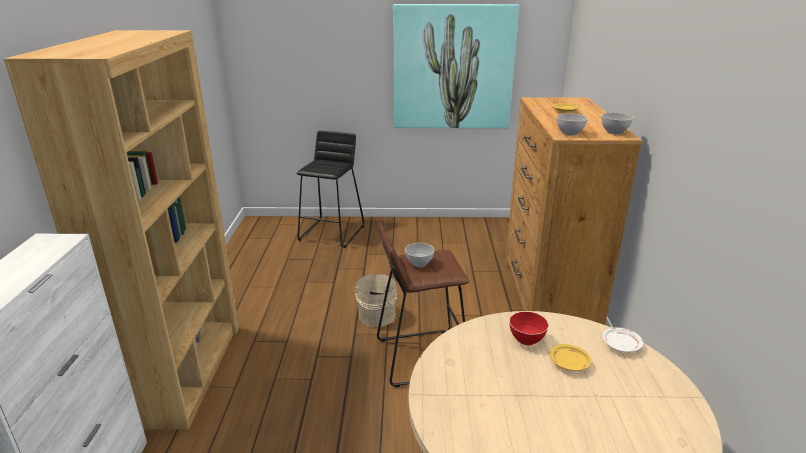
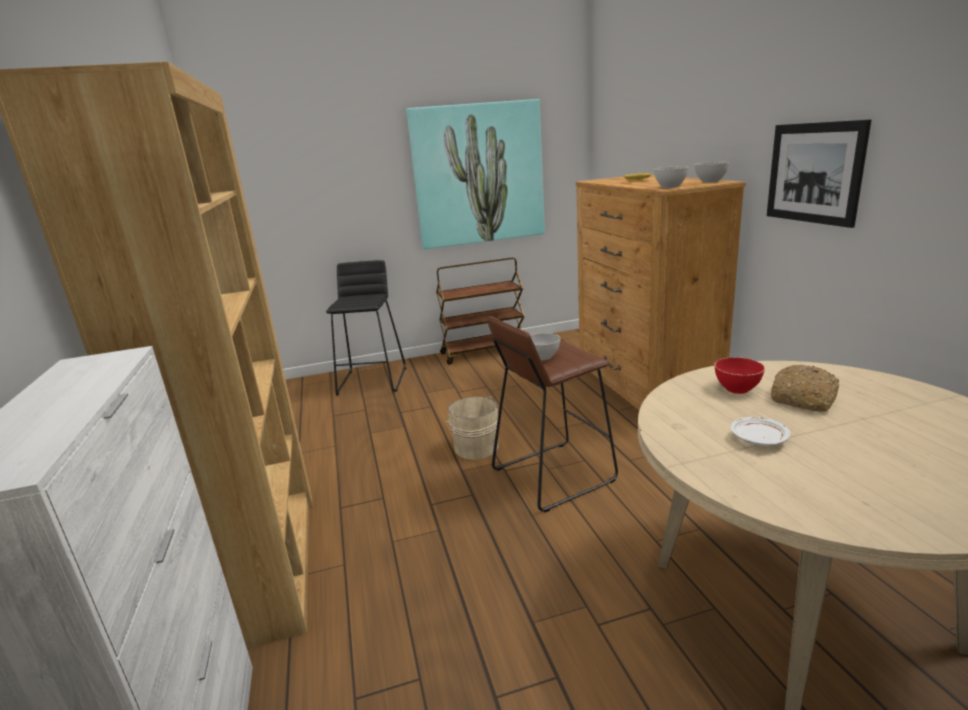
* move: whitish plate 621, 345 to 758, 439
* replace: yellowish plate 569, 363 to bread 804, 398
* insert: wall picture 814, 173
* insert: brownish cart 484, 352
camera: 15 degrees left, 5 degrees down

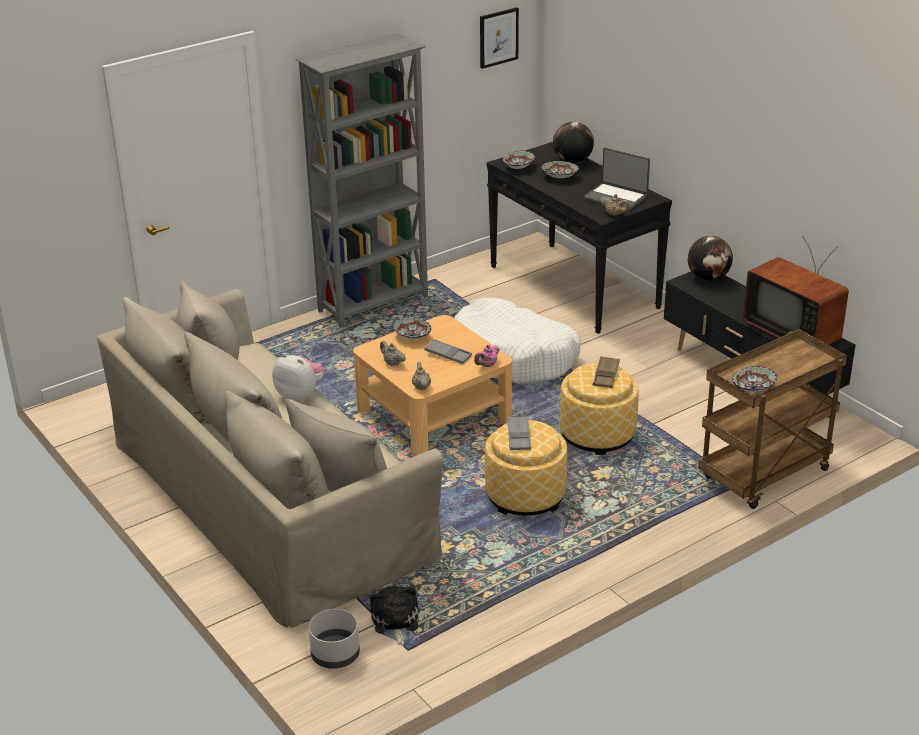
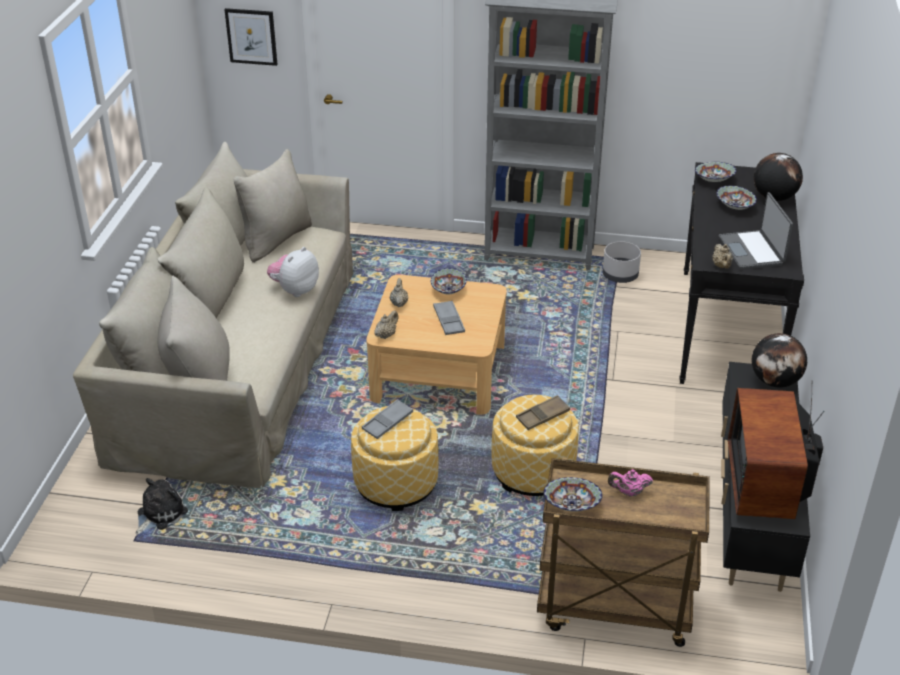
* move: wall picture 498, 37 to 251, 36
* delete: whitish dog cushion 514, 357
* move: pink-coloured tea pot 487, 365 to 629, 492
* rotate: cuddly toy 300, 395 = 295, 290 135 degrees counterclockwise
* move: grey flower pot 335, 655 to 619, 275
camera: 45 degrees right, 5 degrees up

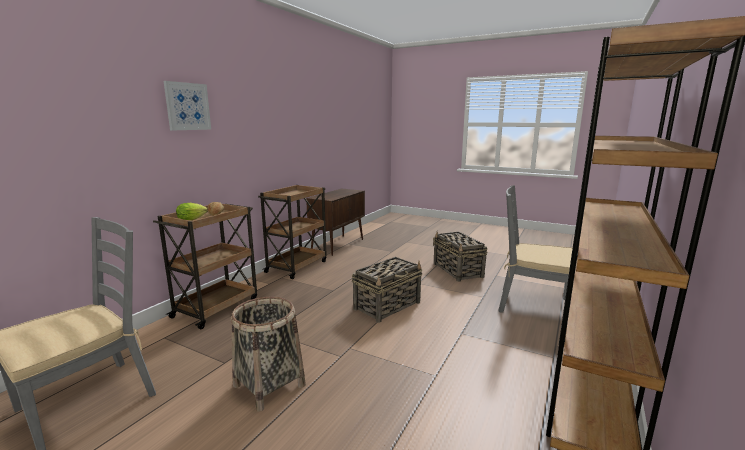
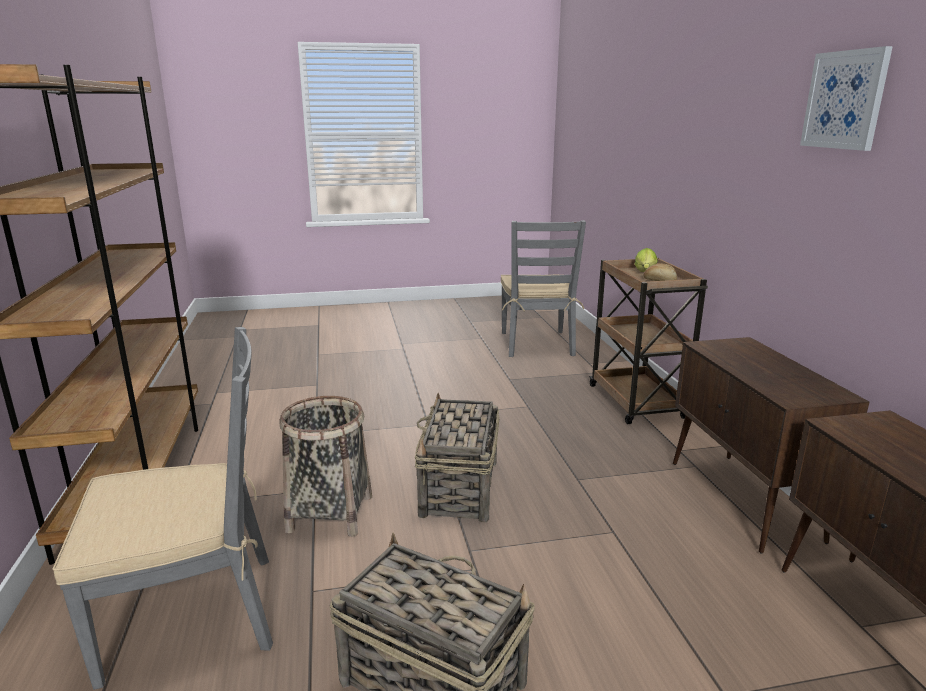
* move: wall picture 187, 106 to 845, 100
* replace: brownish cart 297, 266 to brownish cabinet 744, 501
* move: storage basket 269, 385 to 330, 513
camera: 140 degrees right, 5 degrees up

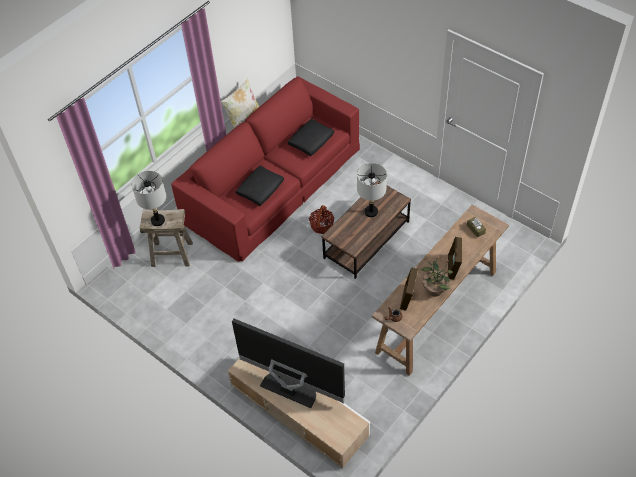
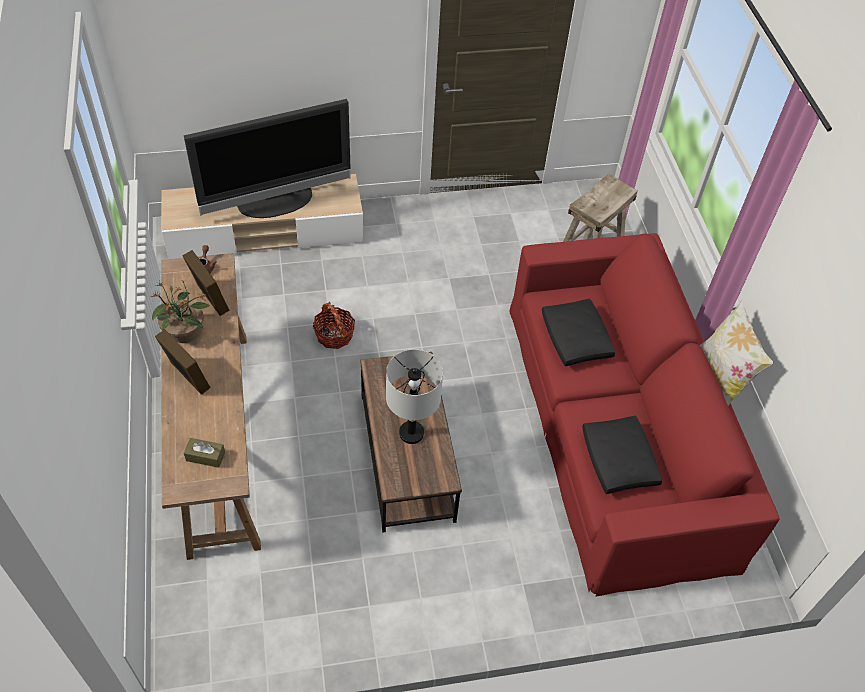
* delete: grey lamp for a table 158, 221
* move: storage basket 321, 225 to 334, 335
camera: 125 degrees right, 0 degrees up

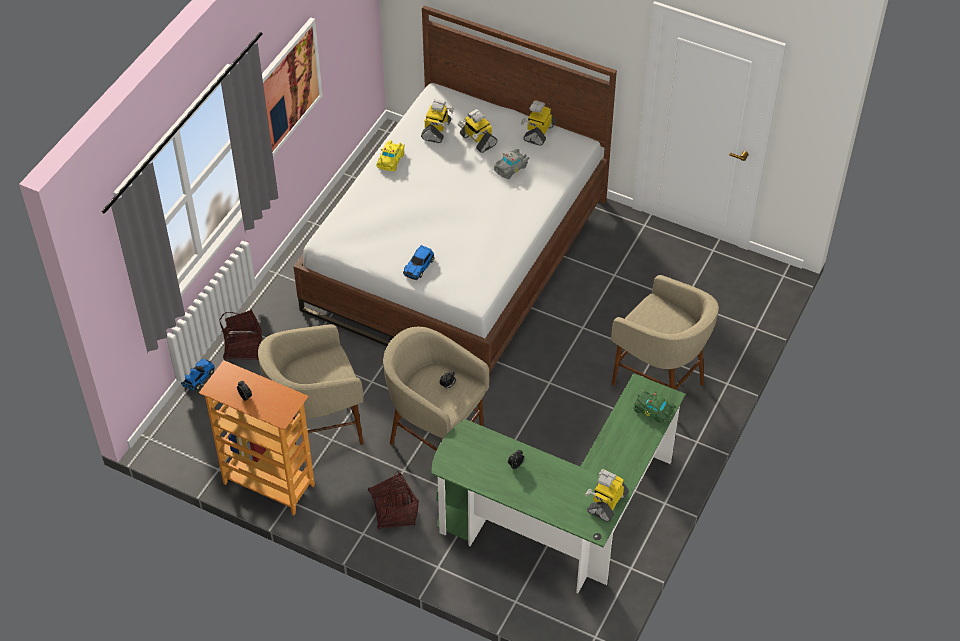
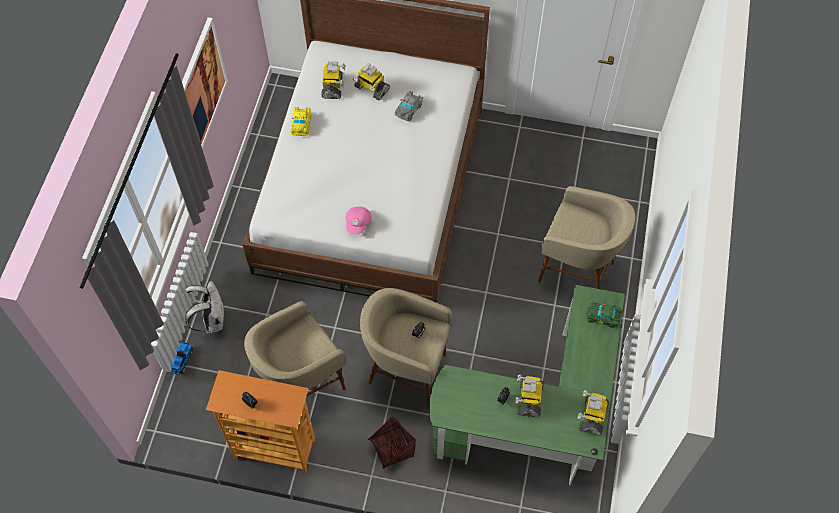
* move: robot figure 538, 132 to 529, 399
* replace: model car 419, 266 to pink-coloured baseball cap 358, 223
* replace: storage basket 242, 346 to whitish backpack 211, 320
camera: 15 degrees left, 10 degrees up

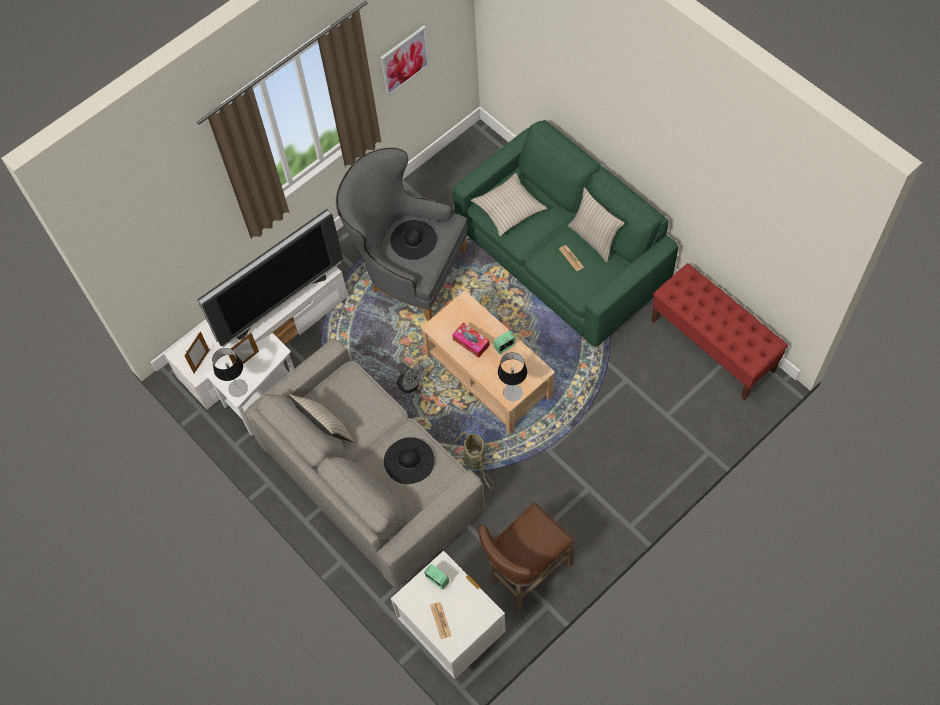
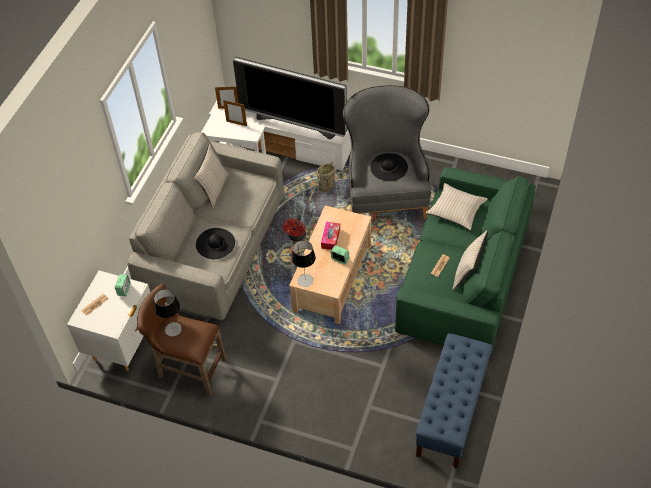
* delete: wall picture 404, 60
* recolor: red long seat 713, 345 to blue long seat 451, 413
* move: lamp for a table 238, 388 to 173, 329
* recolor: grey electric fan 411, 385 to red electric fan 296, 237
* move: storage basket 475, 461 to 325, 188
camera: 60 degrees right, 10 degrees down

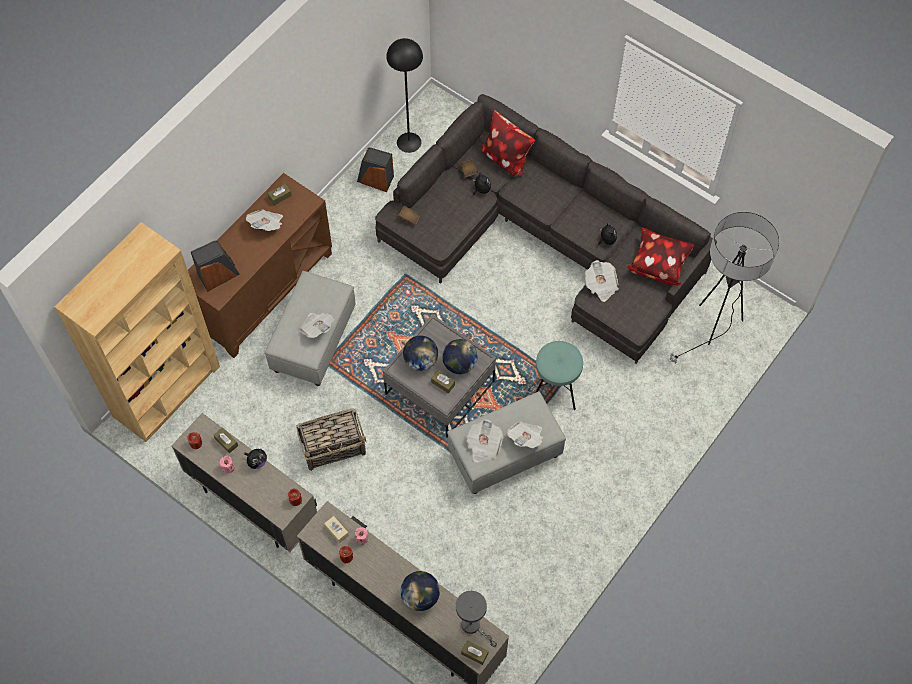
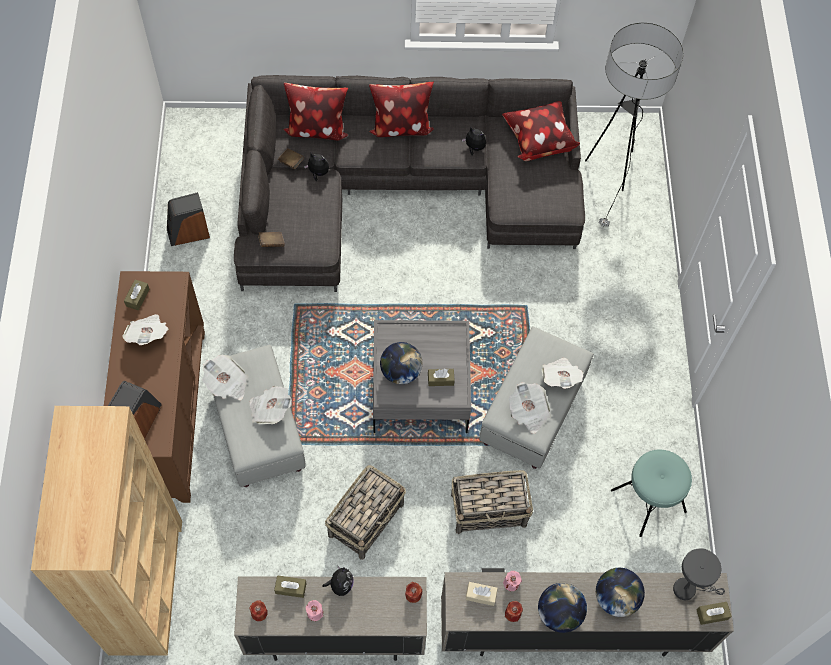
* delete: black floor lamp 409, 142
* move: printed paper 601, 286 to 227, 384
* move: globe 459, 364 to 559, 613
* move: turquoise-coloured sitting stool 556, 386 to 648, 501
* insert: throw pillow 400, 126
* insert: storage basket 489, 510
camera: 40 degrees left, 0 degrees up

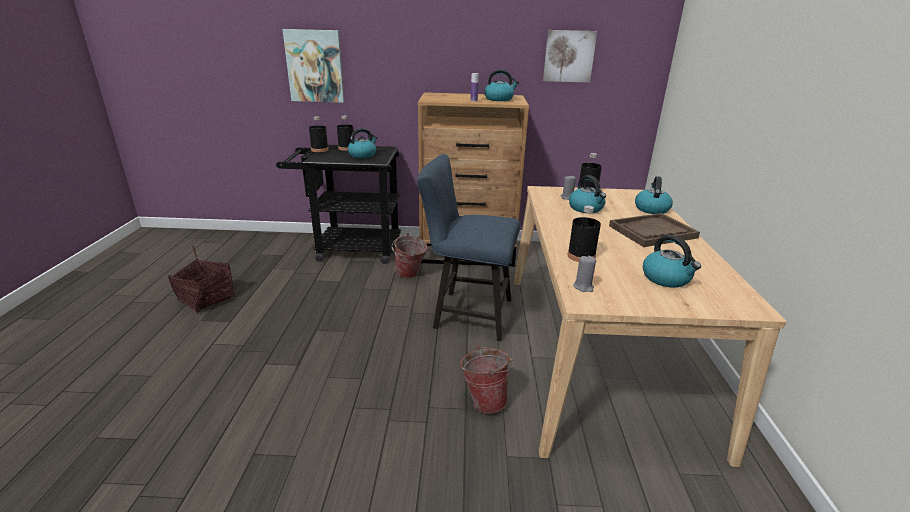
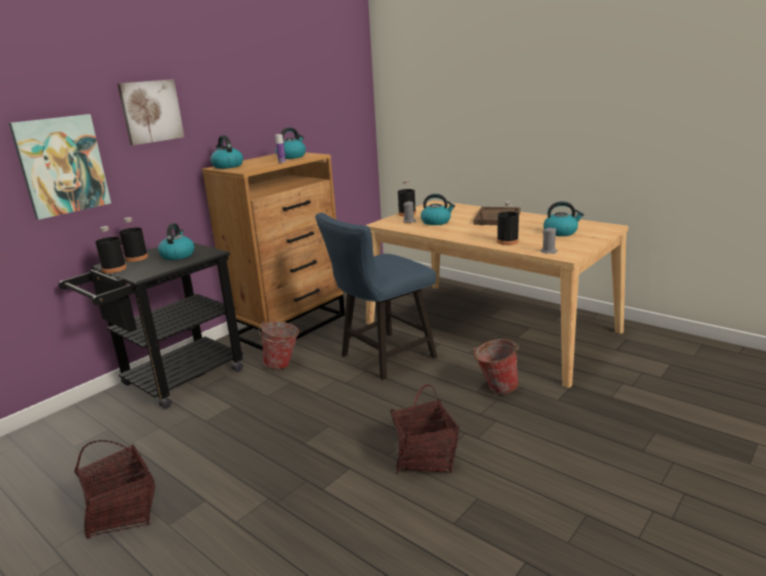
* move: wall picture 568, 56 to 151, 111
* move: water kettle 651, 209 to 227, 166
* insert: storage basket 425, 457
camera: 50 degrees left, 5 degrees down

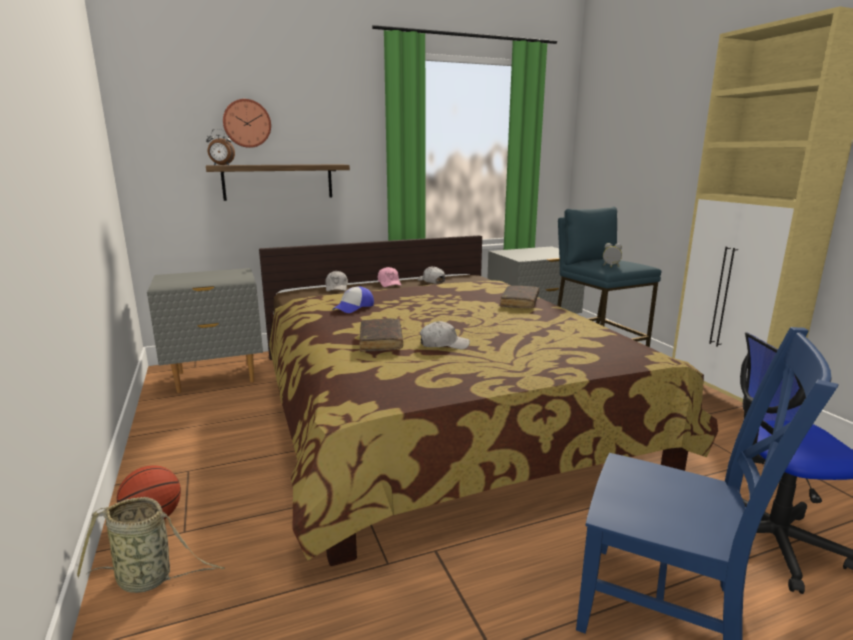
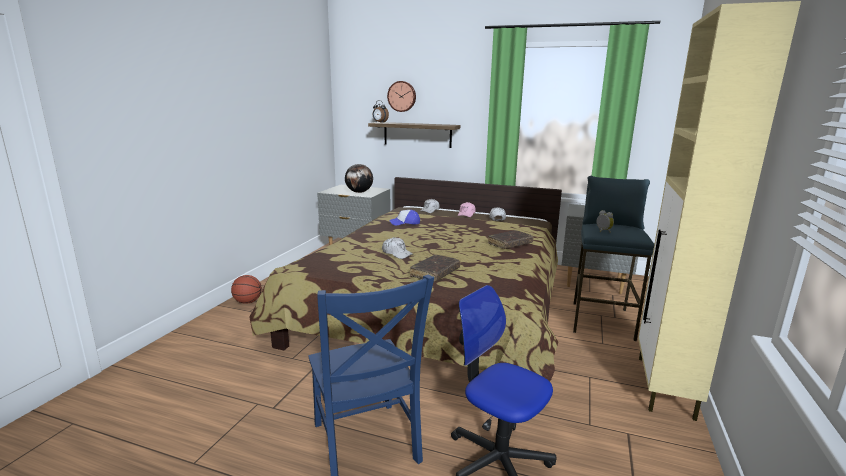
* move: brownish volume 381, 341 to 435, 273
* delete: storage basket 149, 579
* insert: globe 359, 192
camera: 40 degrees right, 0 degrees up

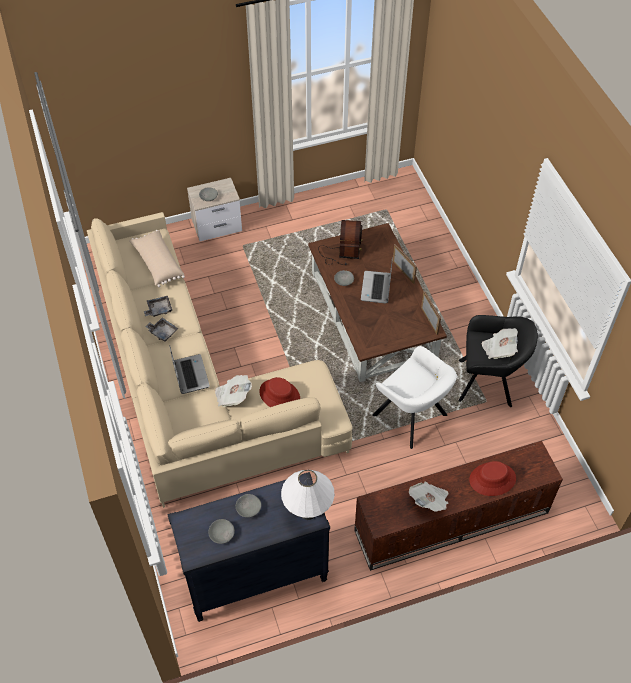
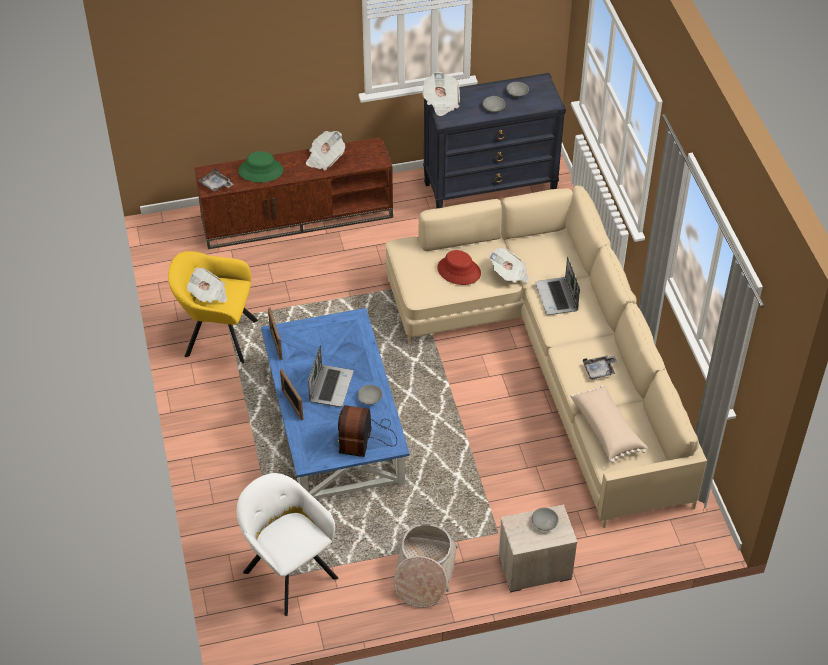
* recolor: brownish coffee table 371, 315 to blue coffee table 336, 423
* recolor: black armchair 488, 383 to yellowish armchair 217, 336
* move: grey carrying tray 162, 332 to 216, 185
* move: whitish armchair 412, 418 to 288, 571
* recolor: red hat 492, 479 to green-coloured hat 260, 170
* replace: whitish lamp for a table 308, 512 to printed paper 441, 102
* insert: storage basket 424, 573
camera: 175 degrees left, 5 degrees down

